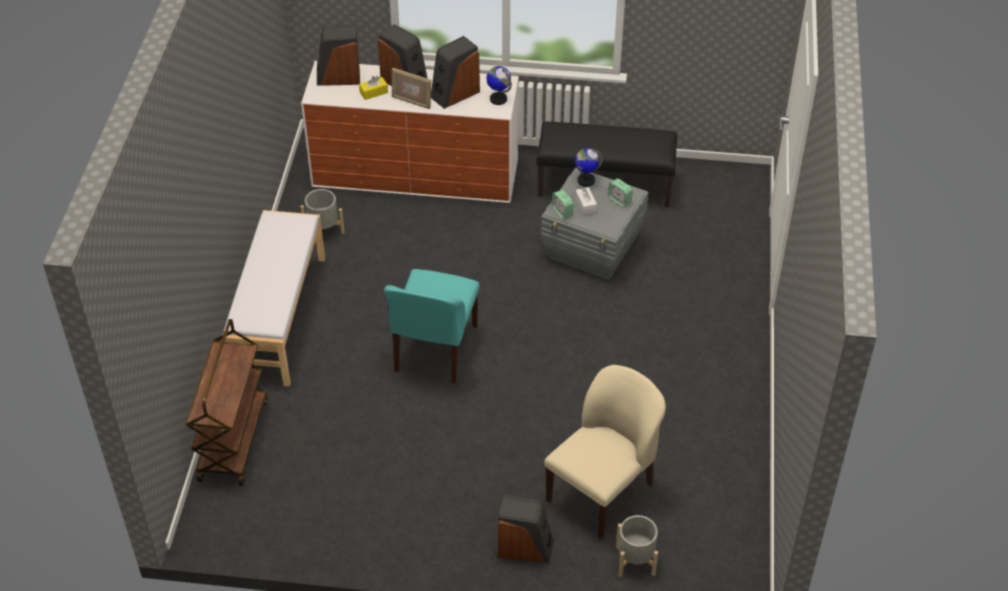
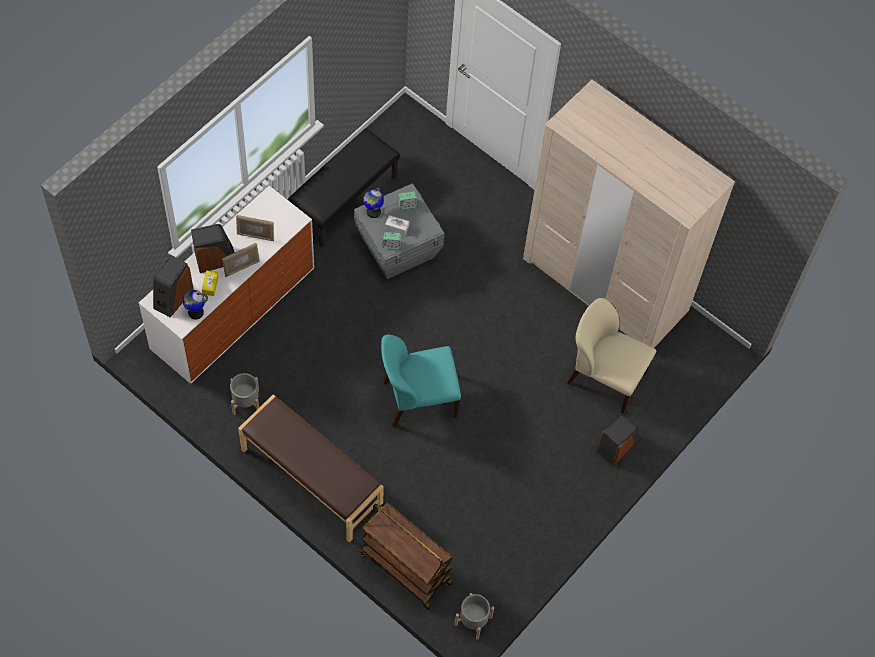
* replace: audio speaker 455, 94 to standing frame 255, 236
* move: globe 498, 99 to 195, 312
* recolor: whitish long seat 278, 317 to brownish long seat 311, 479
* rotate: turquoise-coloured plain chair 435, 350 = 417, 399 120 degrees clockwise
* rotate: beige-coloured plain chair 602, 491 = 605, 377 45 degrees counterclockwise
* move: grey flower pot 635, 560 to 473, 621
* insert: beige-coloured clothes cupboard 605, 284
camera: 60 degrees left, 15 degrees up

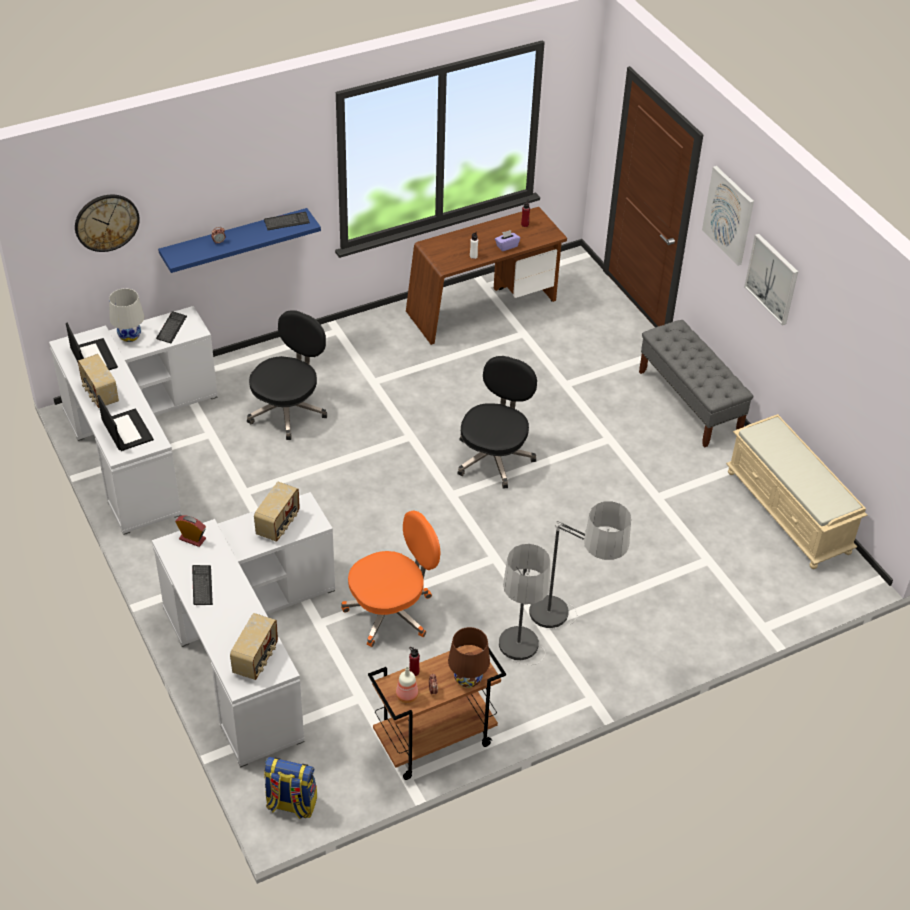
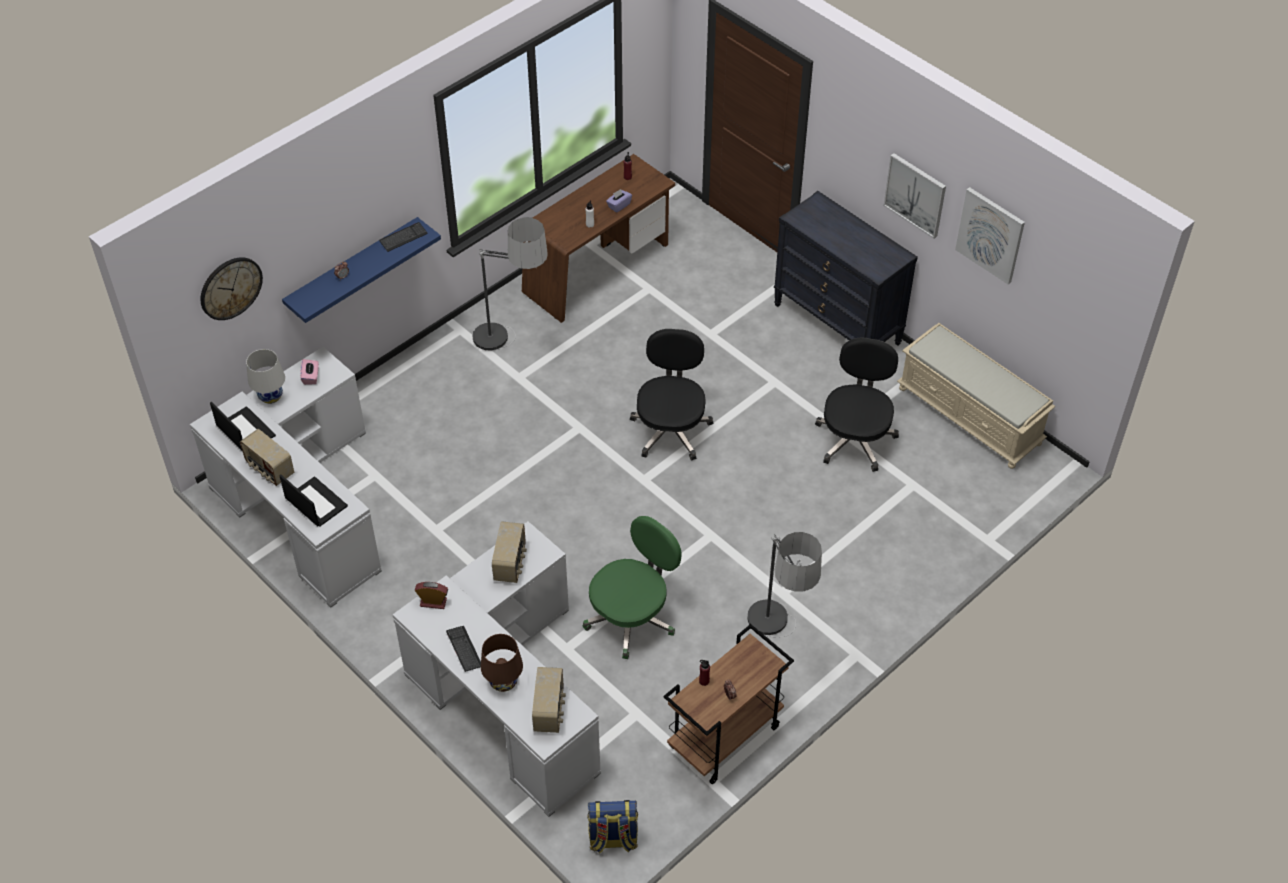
* move: wall picture 729, 215 to 990, 235
* move: black office chair 288, 410 to 855, 438
* replace: keyboard 171, 328 to pink-coloured box of tissues 311, 377
* replace: grey long seat 690, 402 to black drawer chest 837, 324
* move: floor lamp 569, 634 to 513, 351
* recolor: orangey office chair 391, 612 to green-coloured office chair 632, 618
* move: brownish lamp for a table 467, 679 to 503, 682
* delete: bottle 406, 695
camera: 15 degrees left, 5 degrees up

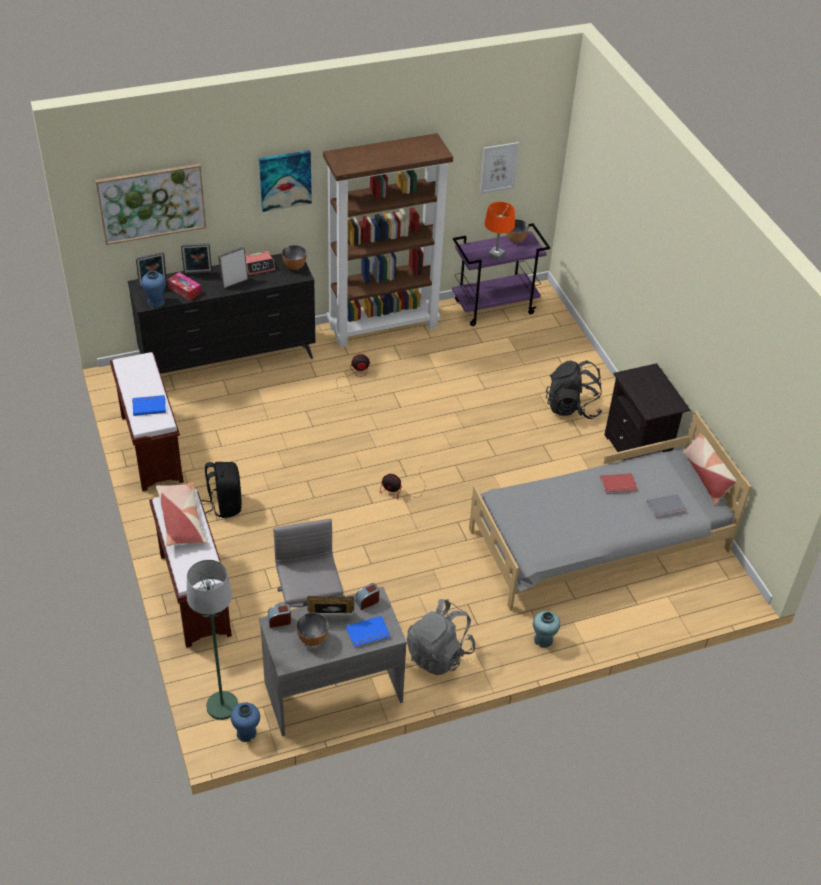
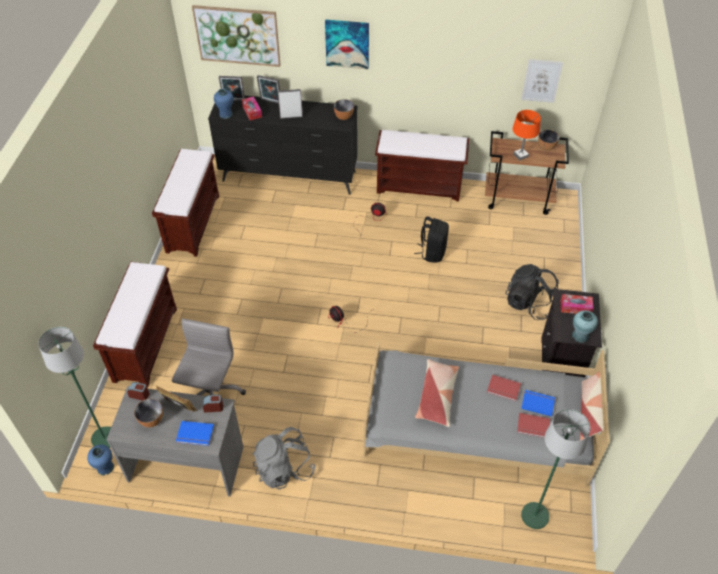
* replace: brownish bookcase 383, 326 to brownish long seat 420, 186
* recolor: purplish cart 495, 307 to brownish cart 518, 199
* delete: alarm clock 259, 266
* move: blue volume 149, 406 to 538, 403
* move: black backpack 225, 505 to 432, 252
* move: throw pillow 181, 520 to 437, 396
* recolor: grey volume 667, 508 to red volume 533, 427
* move: turquoise-coloured vase 543, 640 to 580, 336
* insert: box of tissues 575, 307
* insert: green-coloured floor lamp 535, 516
camera: 30 degrees right, 5 degrees up

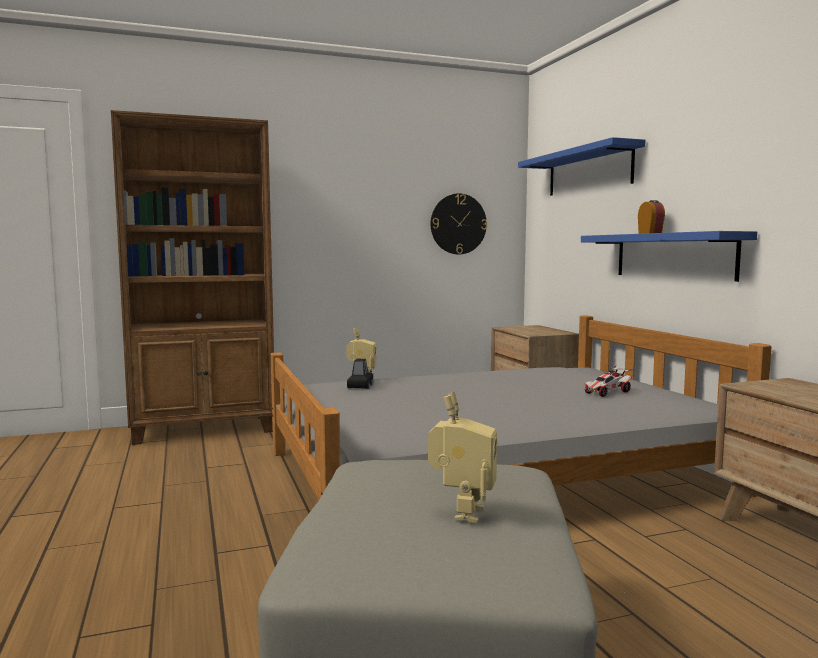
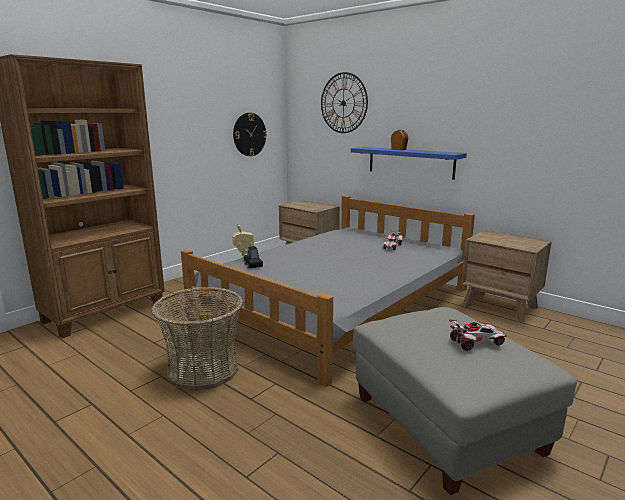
* replace: blue shelf 588, 171 to wall clock 343, 103
* replace: robot figure 461, 512 to model car 476, 343
* insert: storage basket 203, 370
camera: 30 degrees left, 10 degrees up

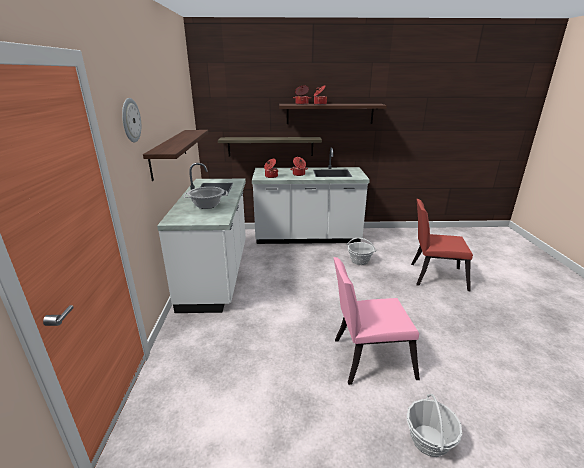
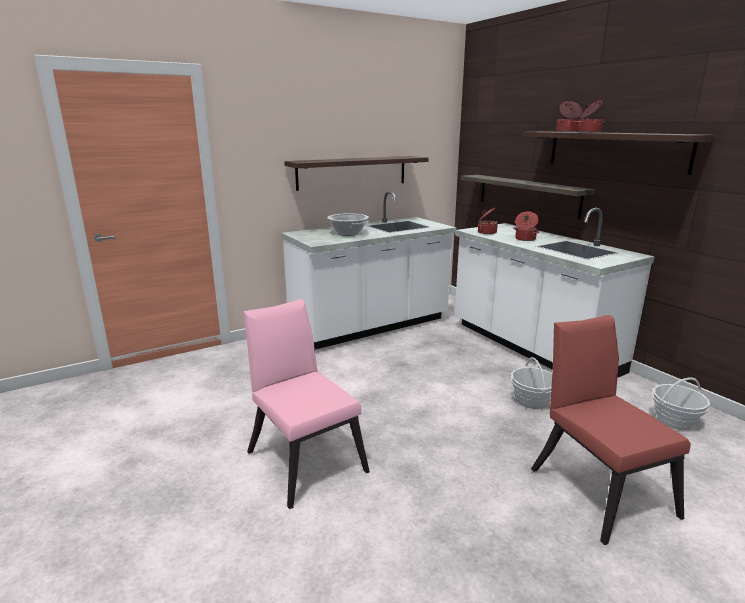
* delete: wall clock 130, 120
* move: storage basket 429, 440 to 674, 420
camera: 60 degrees right, 5 degrees down

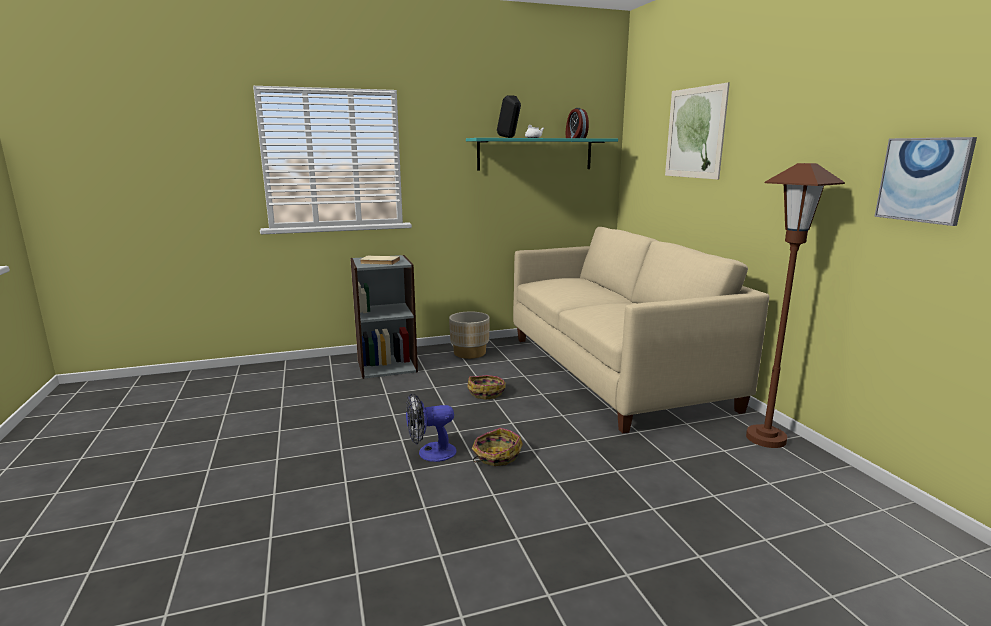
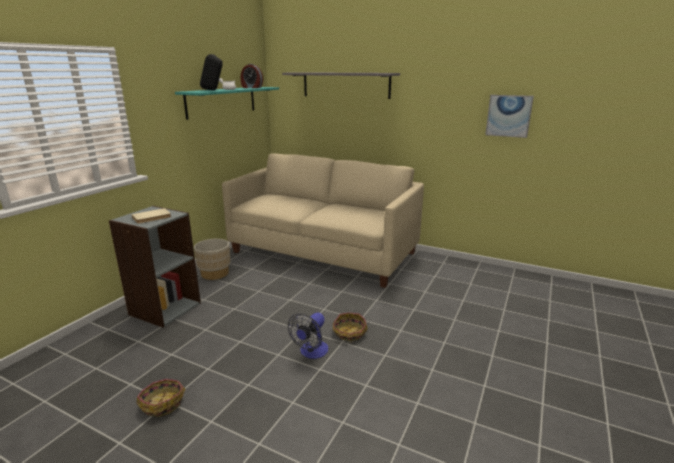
* replace: wall picture 695, 133 to grey shelf 345, 85
* delete: brownish floor lamp 766, 438
* move: storage basket 486, 392 to 163, 403
camera: 45 degrees left, 5 degrees up

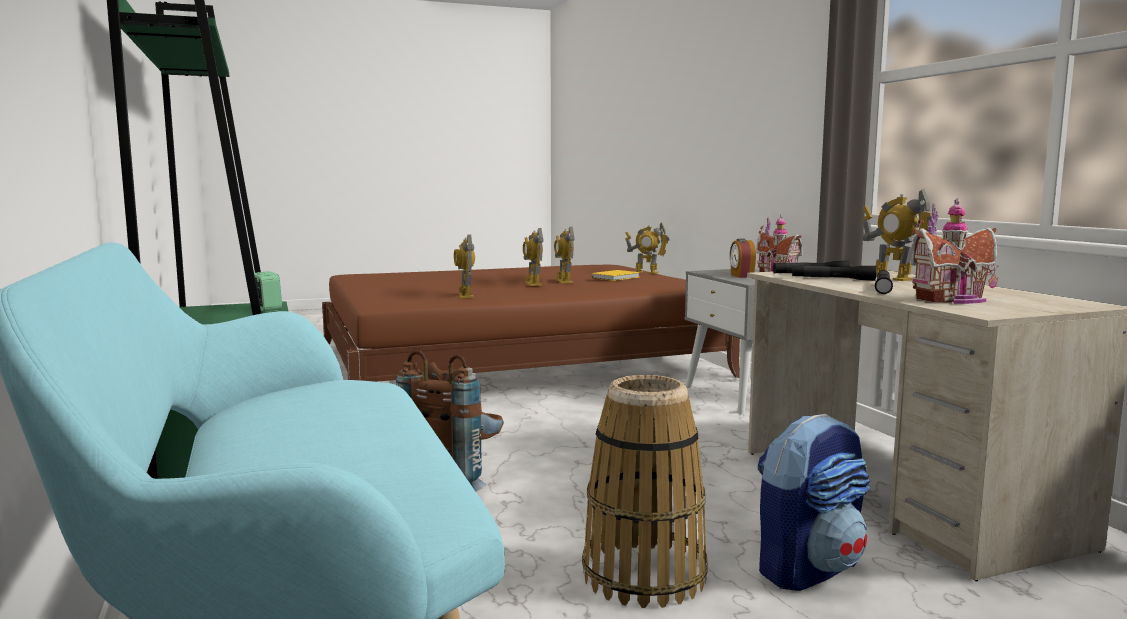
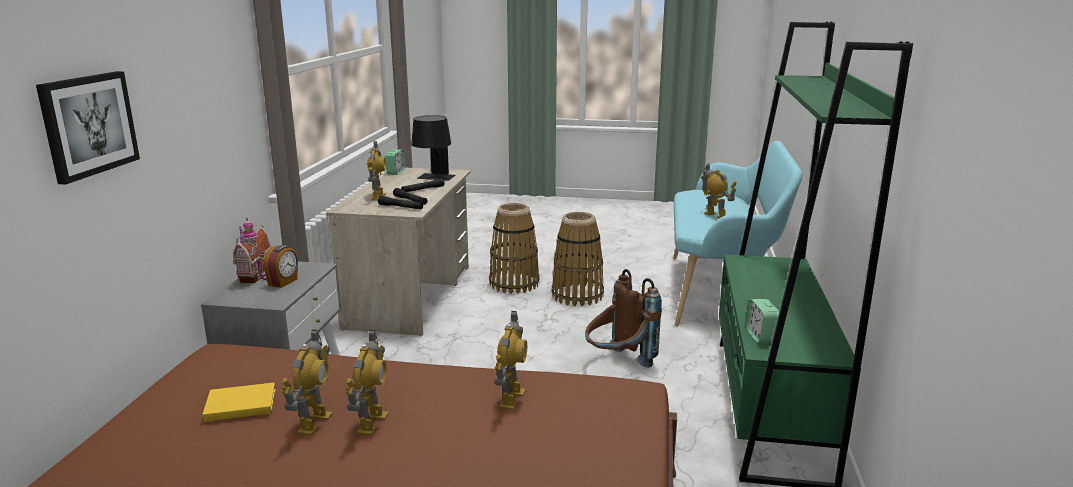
* replace: model house 954, 300 to black lamp for a table 434, 178
* move: robot figure 646, 272 to 715, 215
* replace: backpack 808, 569 to storage basket 514, 284
* insert: wall picture 88, 125
* insert: alarm clock 396, 172
camera: 150 degrees left, 10 degrees up

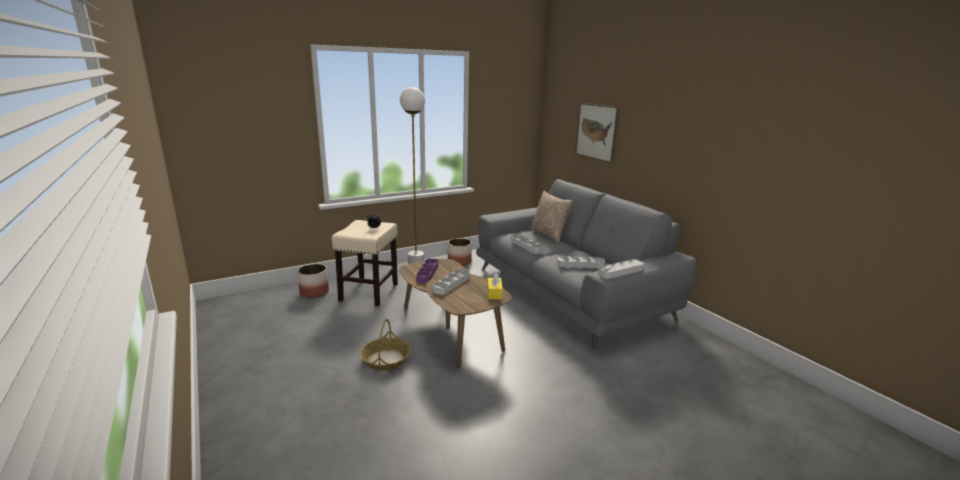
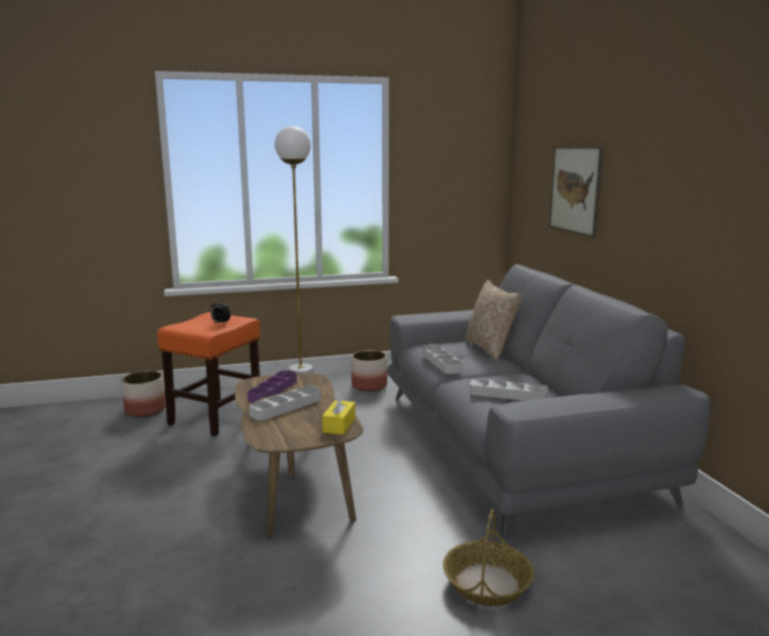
* recolor: beige-coloured sitting stool 369, 292 to orangey sitting stool 216, 416
* delete: grey carrying tray 620, 271
* move: storage basket 385, 359 to 487, 583
camera: 15 degrees right, 5 degrees down

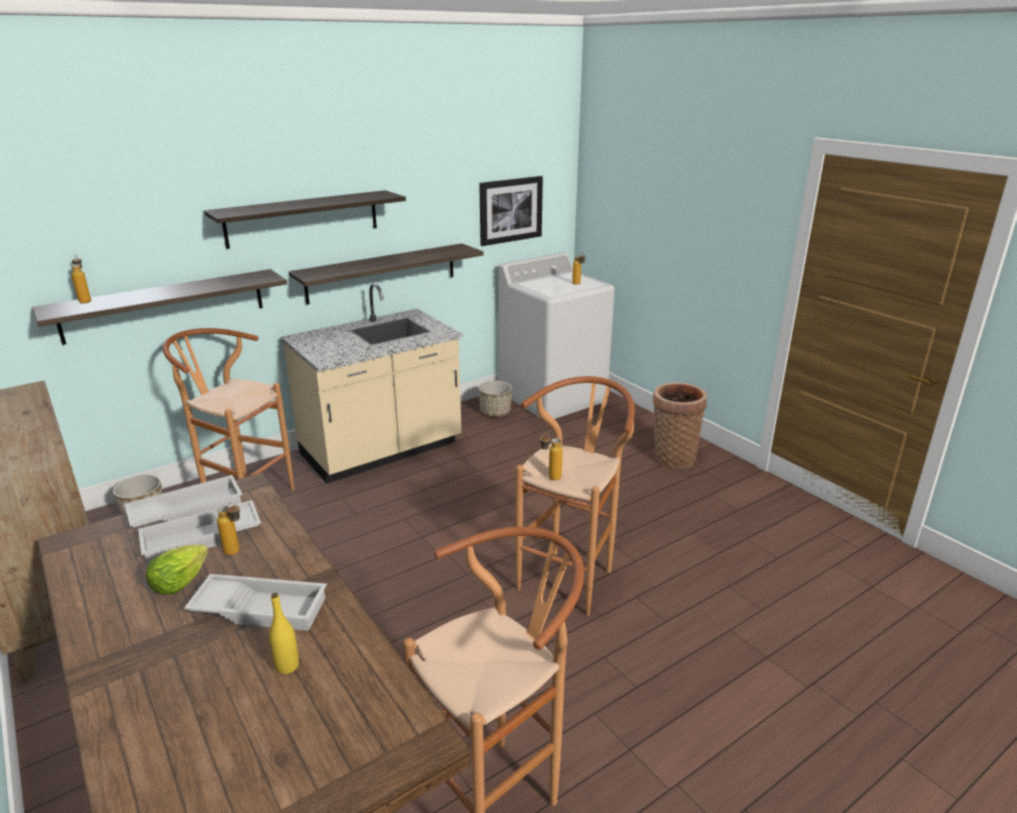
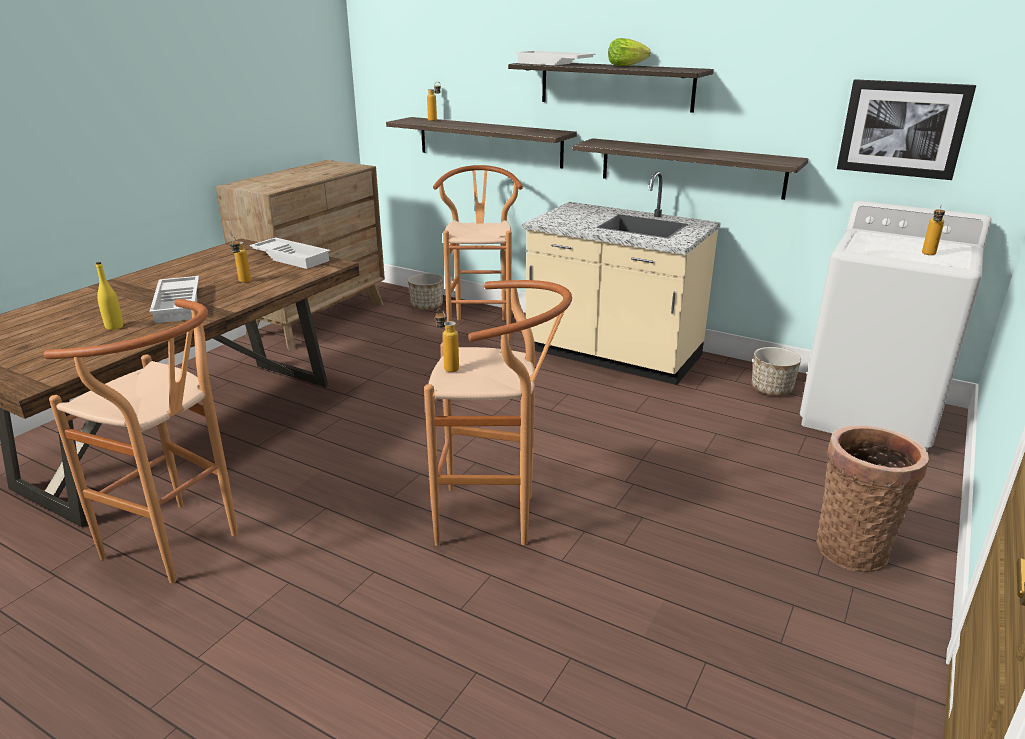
* move: whitish carrying tray 201, 539 to 553, 64
* move: lettuce head 179, 583 to 625, 66
camera: 65 degrees right, 0 degrees up

